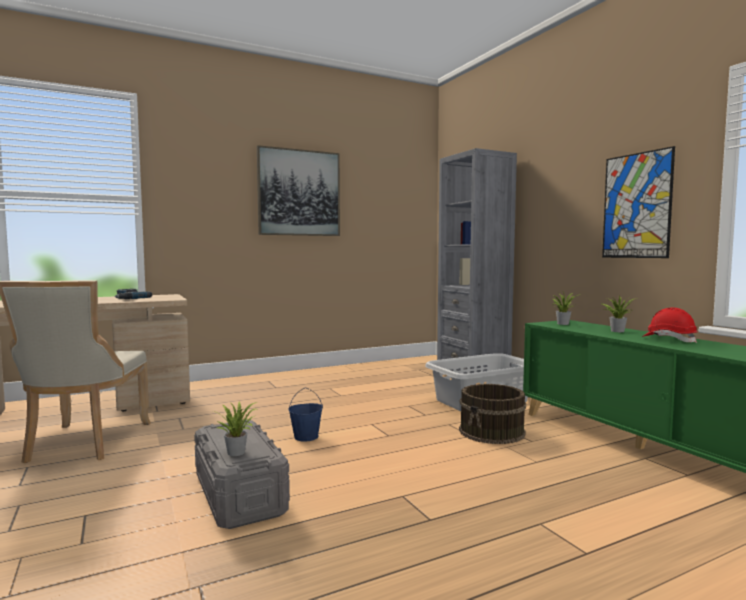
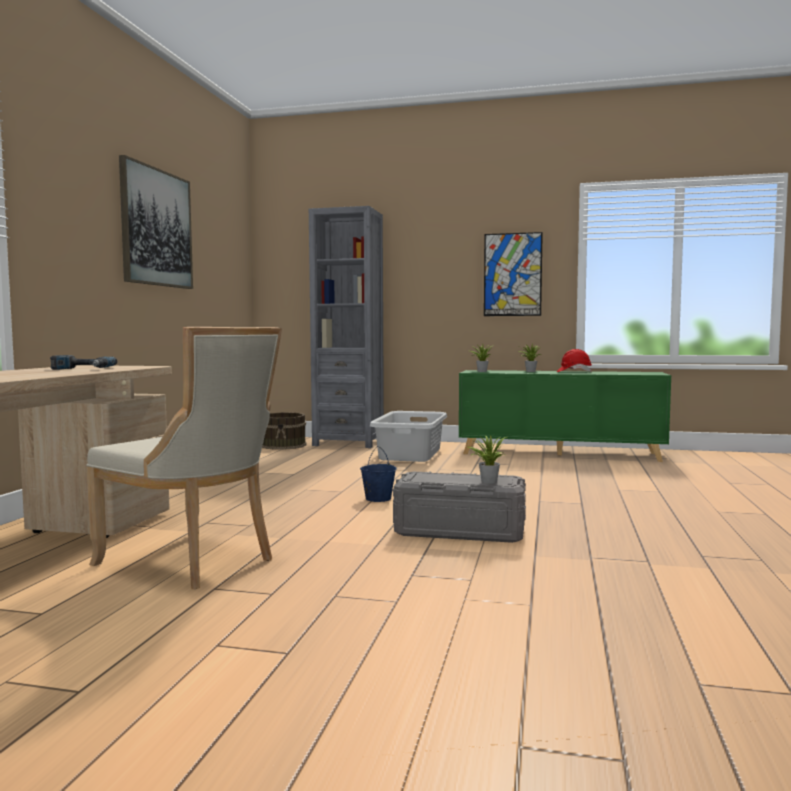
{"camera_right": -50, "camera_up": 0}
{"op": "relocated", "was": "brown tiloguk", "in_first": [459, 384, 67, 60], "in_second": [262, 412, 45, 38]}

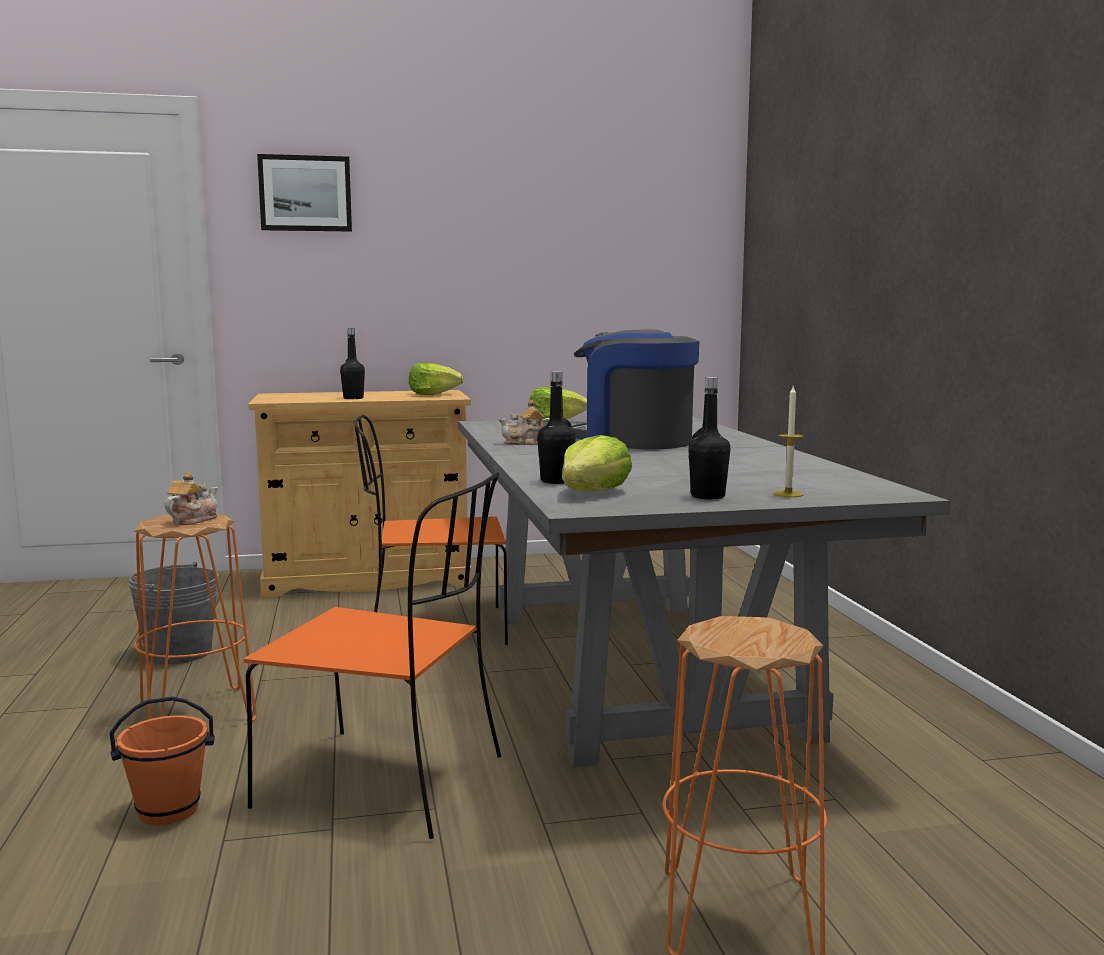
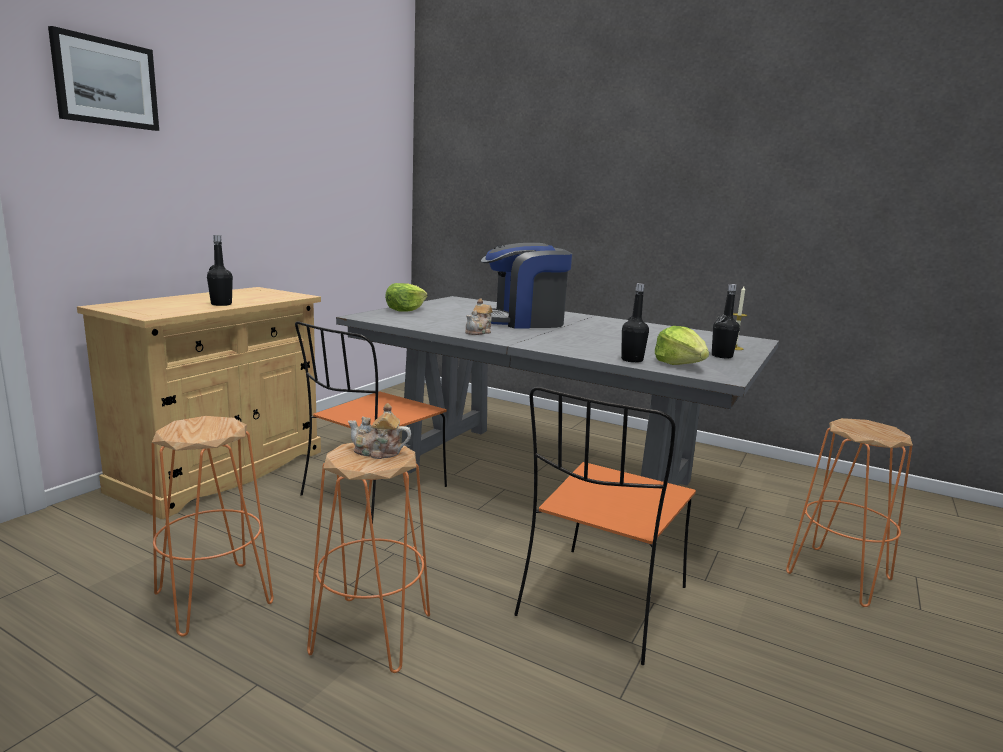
{"camera_right": -50, "camera_up": 5}
{"op": "missing", "was": "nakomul", "in_first": [409, 363, 54, 32]}
{"op": "spun", "was": "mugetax", "in_first": [164, 472, 54, 53], "in_second": [348, 403, 63, 56], "clockwise": -60}
{"op": "spun", "was": "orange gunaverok", "in_first": [244, 472, 257, 367], "in_second": [514, 387, 182, 278], "clockwise": 150}
{"op": "exchanged", "was": "grey tiloguk", "now": "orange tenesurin", "in_first": [128, 562, 91, 102], "in_second": [152, 416, 121, 221]}
{"op": "missing", "was": "orange tiloguk", "in_first": [109, 696, 106, 129]}

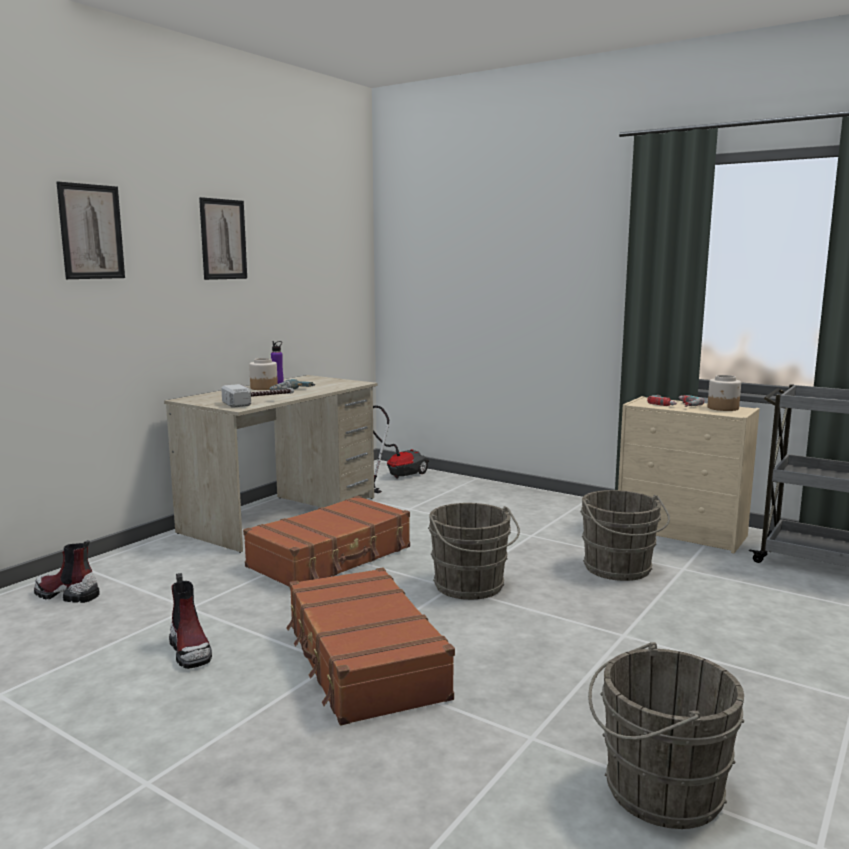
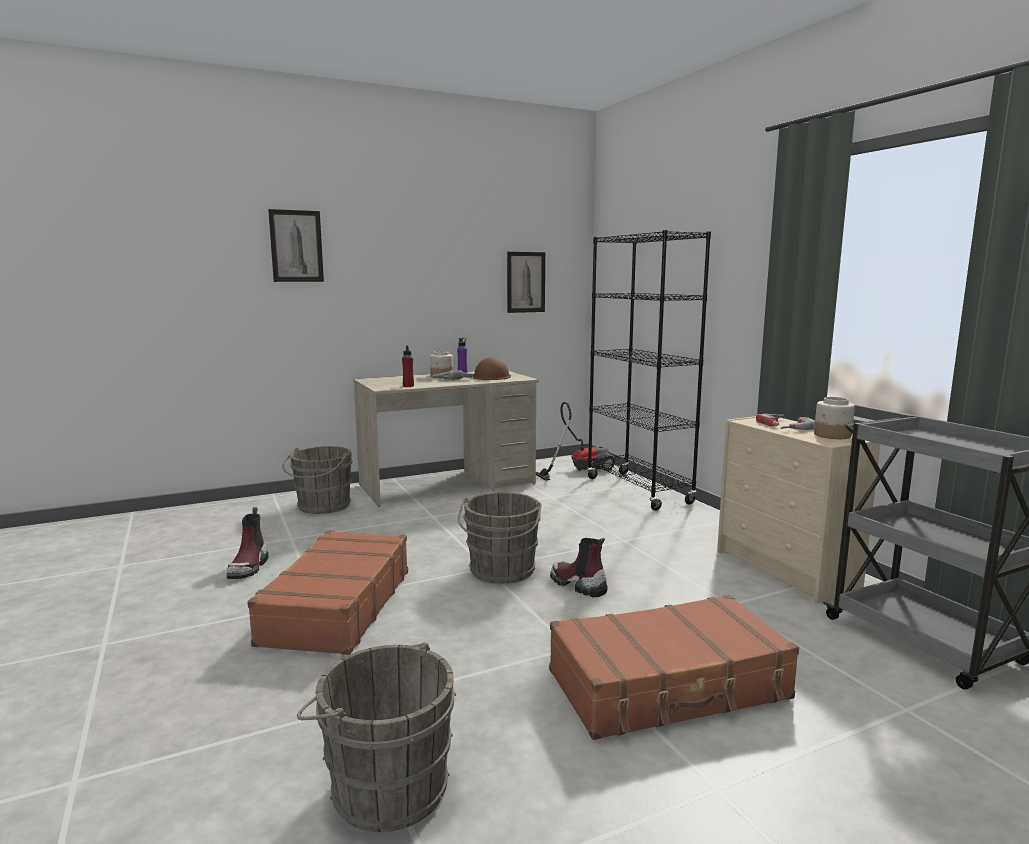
{"camera_right": 30, "camera_up": 0}
{"op": "relocated", "was": "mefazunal", "in_first": [199, 197, 48, 83], "in_second": [507, 252, 38, 61]}
{"op": "exchanged", "was": "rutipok", "now": "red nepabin", "in_first": [221, 384, 73, 24], "in_second": [402, 345, 12, 42]}
{"op": "relocated", "was": "grey tiloguk", "in_first": [580, 490, 90, 91], "in_second": [282, 446, 71, 68]}
{"op": "relocated", "was": "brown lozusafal", "in_first": [243, 496, 167, 90], "in_second": [549, 594, 250, 146]}
{"op": "relocated", "was": "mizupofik", "in_first": [34, 540, 66, 63], "in_second": [550, 538, 58, 59]}
{"op": "appeared", "now": "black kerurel", "in_second": [587, 230, 124, 281]}
{"op": "appeared", "now": "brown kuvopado", "in_second": [473, 357, 38, 23]}

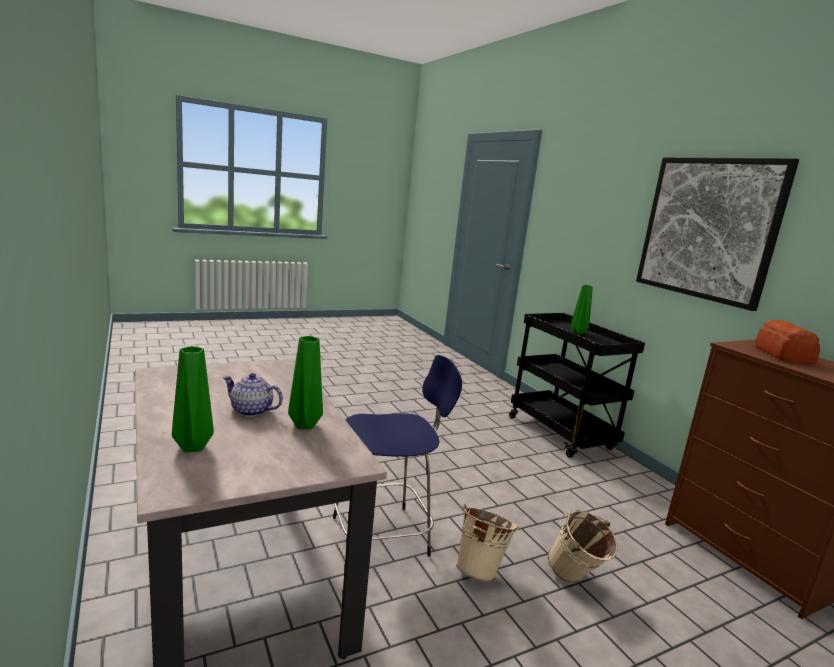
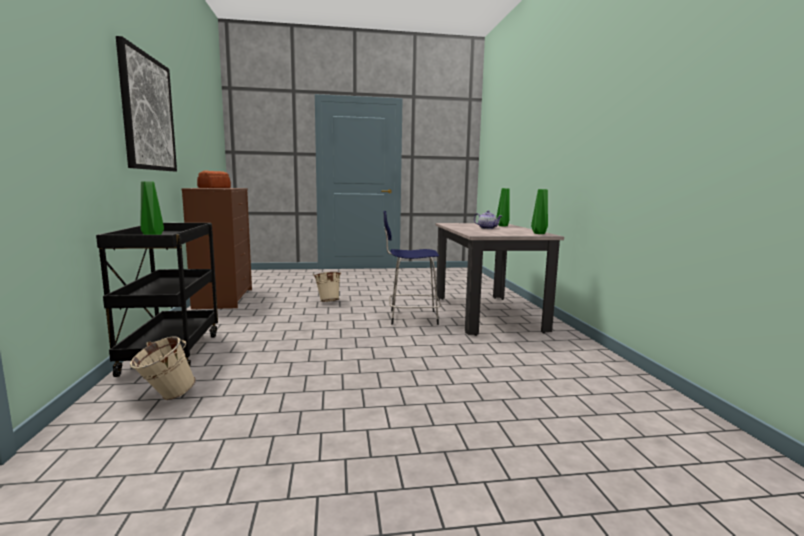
{"camera_right": -160, "camera_up": -5}
{"op": "relocated", "was": "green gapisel", "in_first": [288, 336, 35, 93], "in_second": [531, 189, 17, 45]}
{"op": "relocated", "was": "beige tiloguk", "in_first": [456, 504, 63, 78], "in_second": [130, 336, 66, 64]}

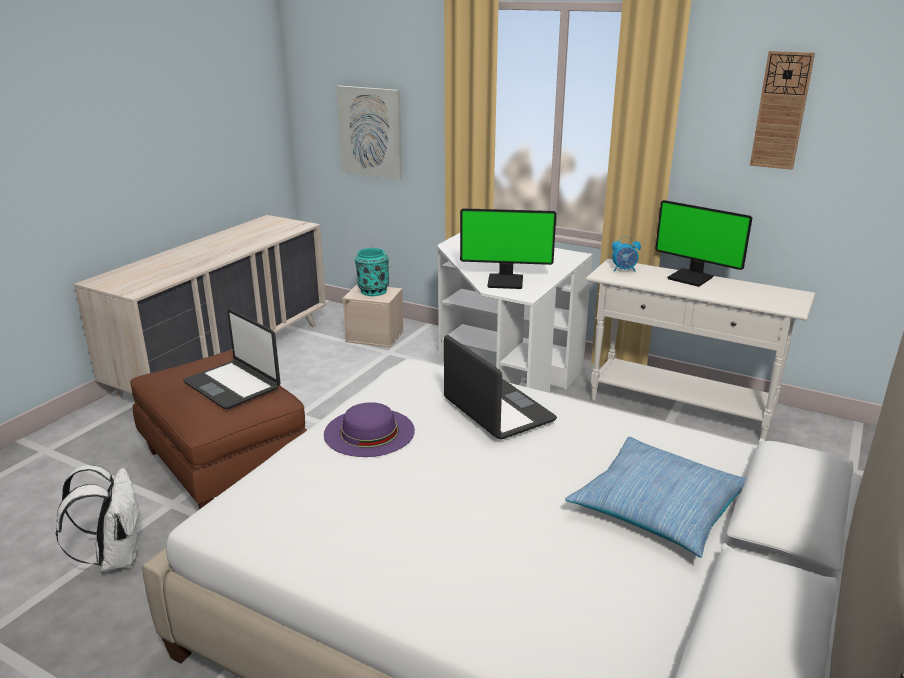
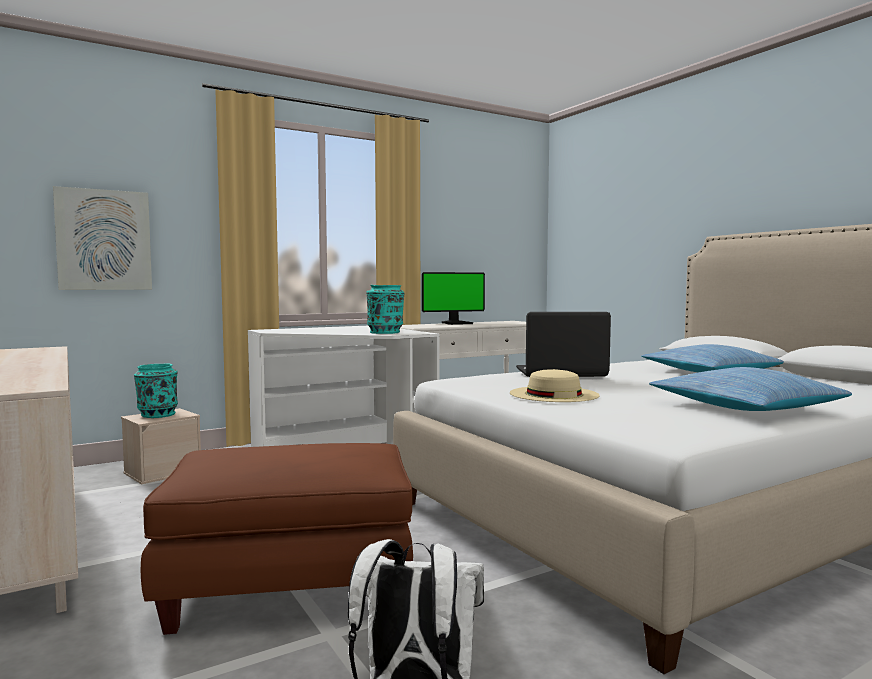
{"camera_right": -60, "camera_up": -20}
{"op": "missing", "was": "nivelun", "in_first": [750, 51, 65, 119]}
{"op": "exchanged", "was": "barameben", "now": "turquoise gapisel", "in_first": [460, 208, 96, 81], "in_second": [366, 285, 38, 49]}
{"op": "missing", "was": "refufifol", "in_first": [612, 236, 29, 35]}
{"op": "missing", "was": "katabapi", "in_first": [183, 309, 98, 100]}
{"op": "colour", "was": "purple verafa", "now": "beige verafa", "in_first": [324, 402, 91, 55], "in_second": [510, 369, 90, 33]}
{"op": "appeared", "now": "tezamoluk", "in_second": [649, 367, 203, 44]}

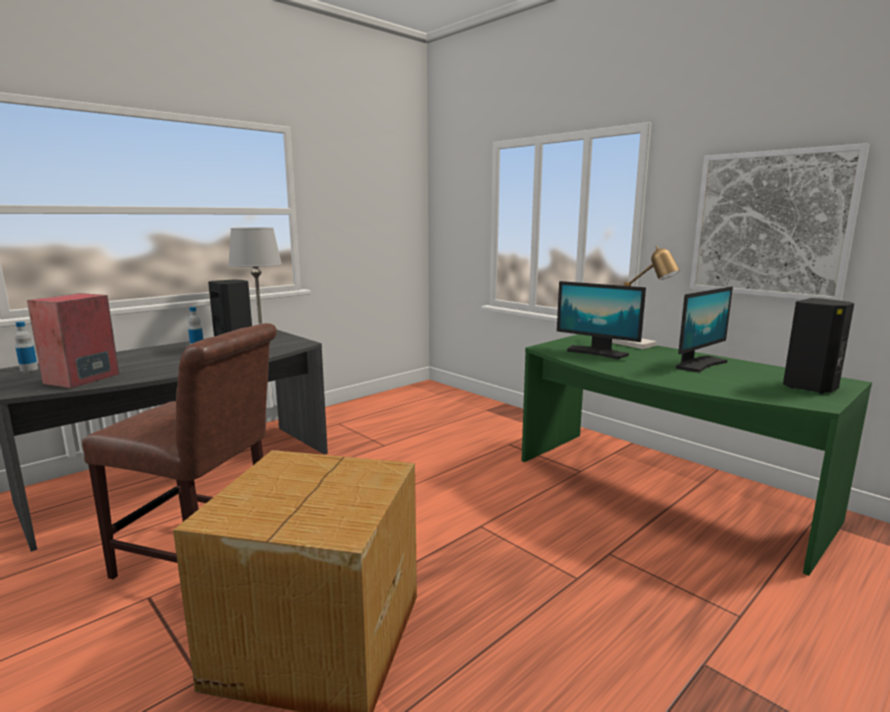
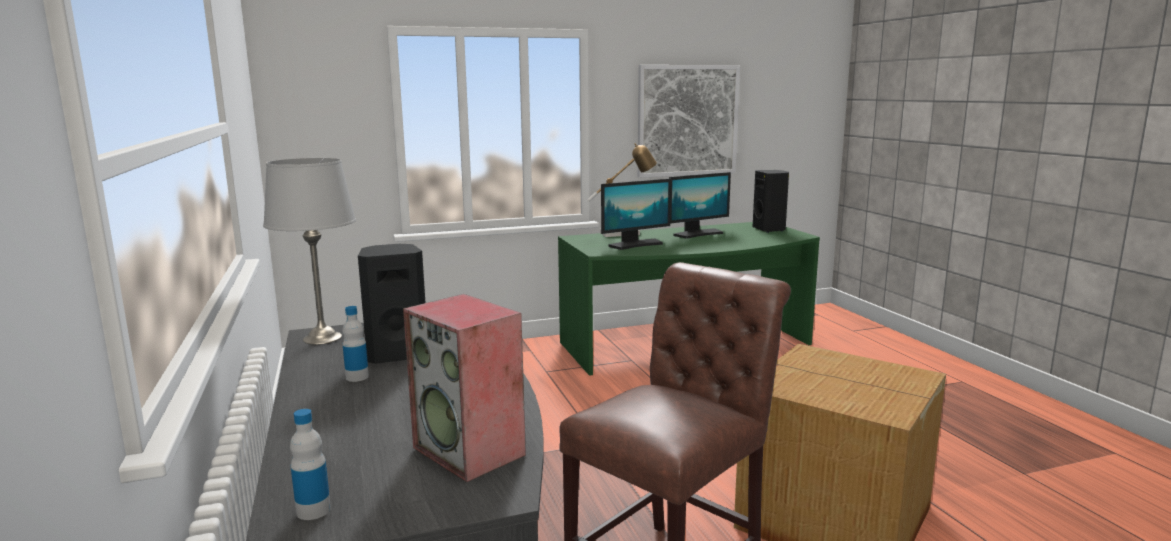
{"camera_right": -65, "camera_up": 0}
{"op": "spun", "was": "barameben", "in_first": [676, 286, 57, 87], "in_second": [669, 172, 62, 67], "clockwise": 75}

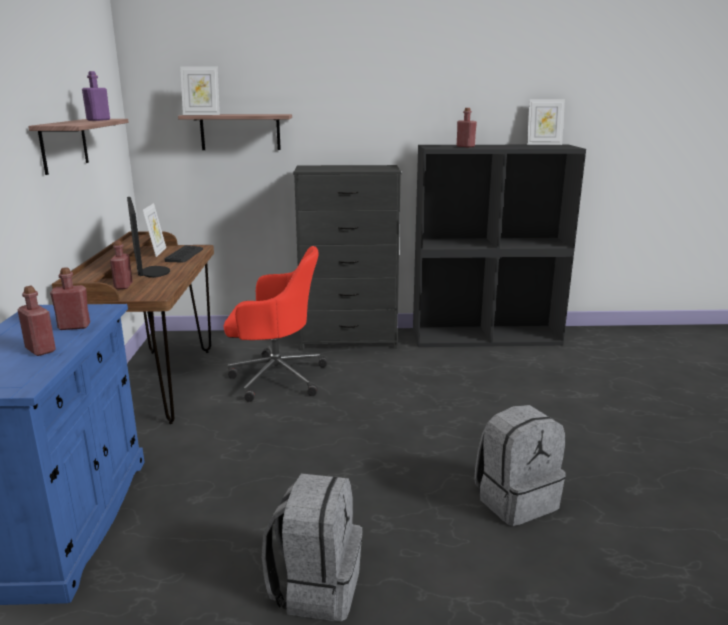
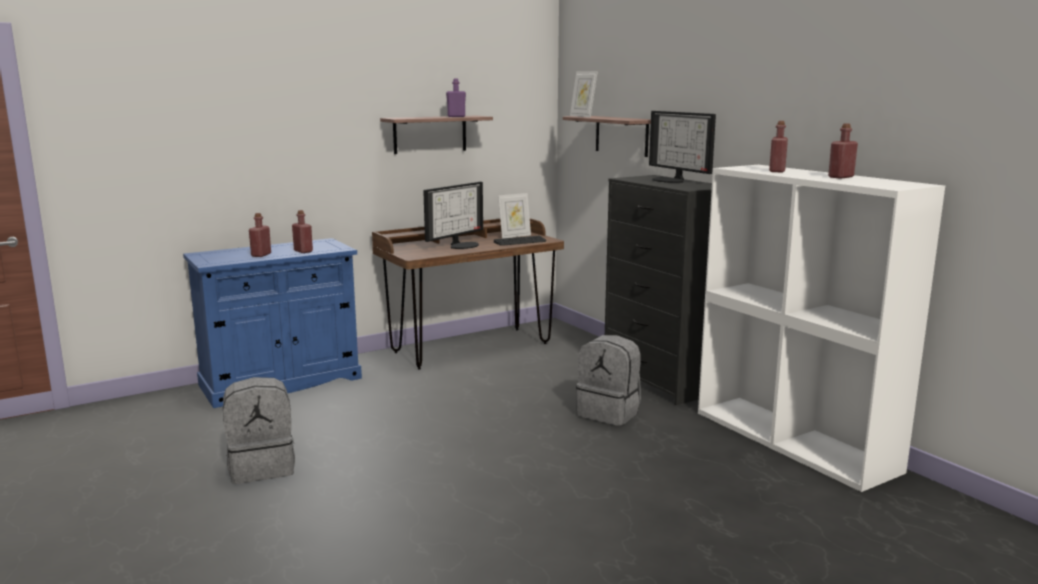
{"camera_right": 60, "camera_up": -5}
{"op": "missing", "was": "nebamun", "in_first": [527, 99, 38, 46]}
{"op": "colour", "was": "black kerurel", "now": "white kerurel", "in_first": [413, 144, 173, 203], "in_second": [698, 165, 247, 327]}
{"op": "relocated", "was": "red nepabin", "in_first": [110, 241, 23, 48], "in_second": [828, 123, 30, 56]}
{"op": "missing", "was": "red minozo", "in_first": [224, 246, 103, 156]}
{"op": "relocated", "was": "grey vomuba", "in_first": [474, 405, 92, 121], "in_second": [576, 335, 65, 91]}
{"op": "appeared", "now": "barameben", "in_second": [649, 111, 67, 72]}

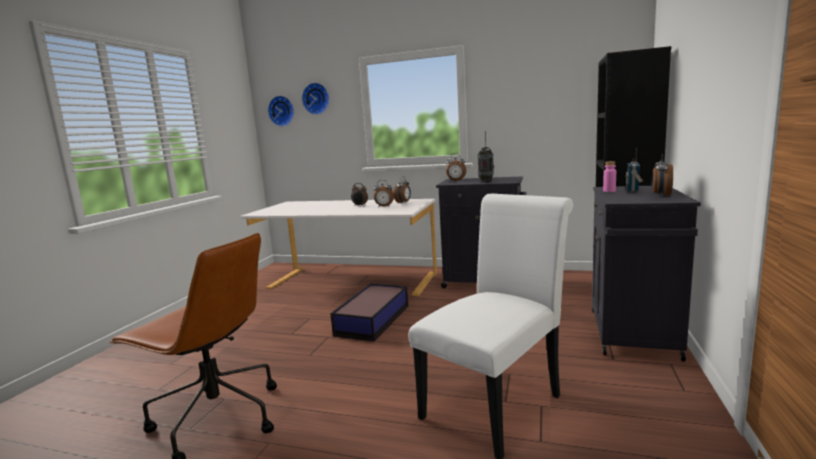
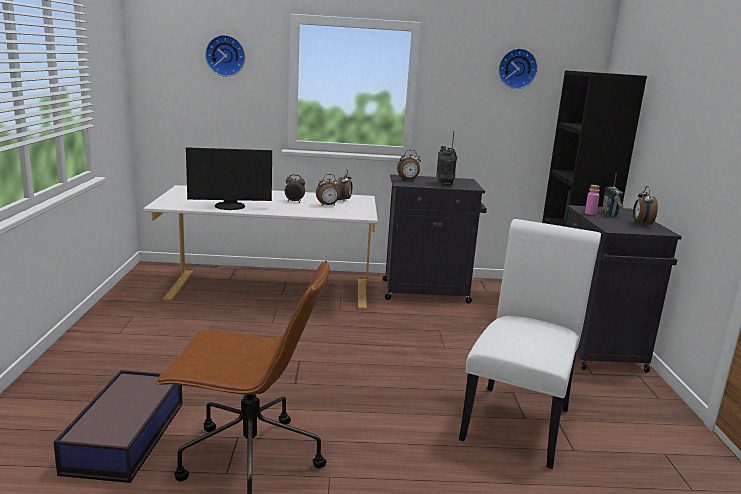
{"camera_right": -20, "camera_up": 5}
{"op": "relocated", "was": "nivelun", "in_first": [268, 96, 26, 31], "in_second": [499, 48, 39, 41]}
{"op": "relocated", "was": "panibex", "in_first": [330, 283, 79, 58], "in_second": [53, 370, 130, 113]}
{"op": "appeared", "now": "barameben", "in_second": [186, 147, 86, 63]}

